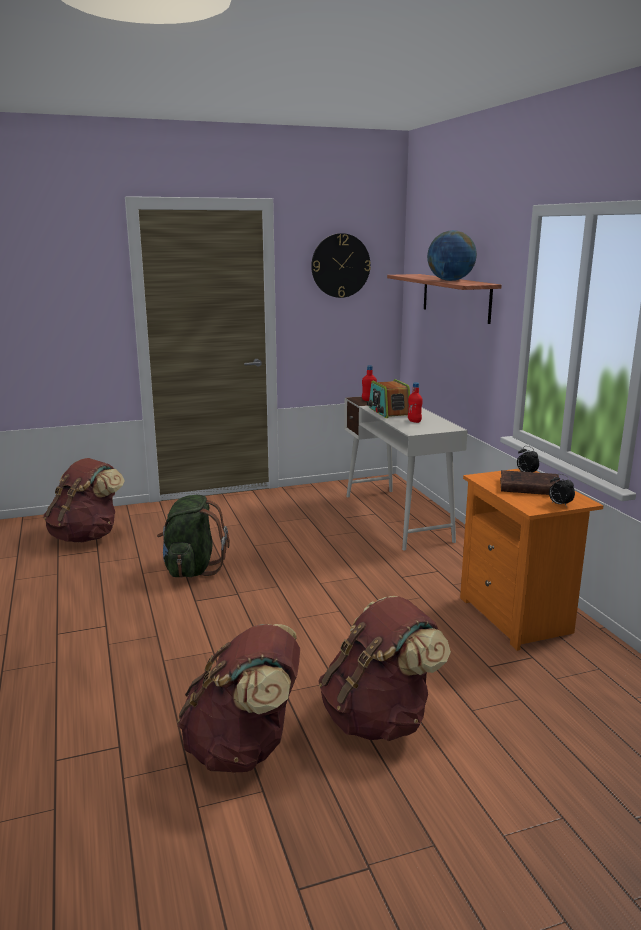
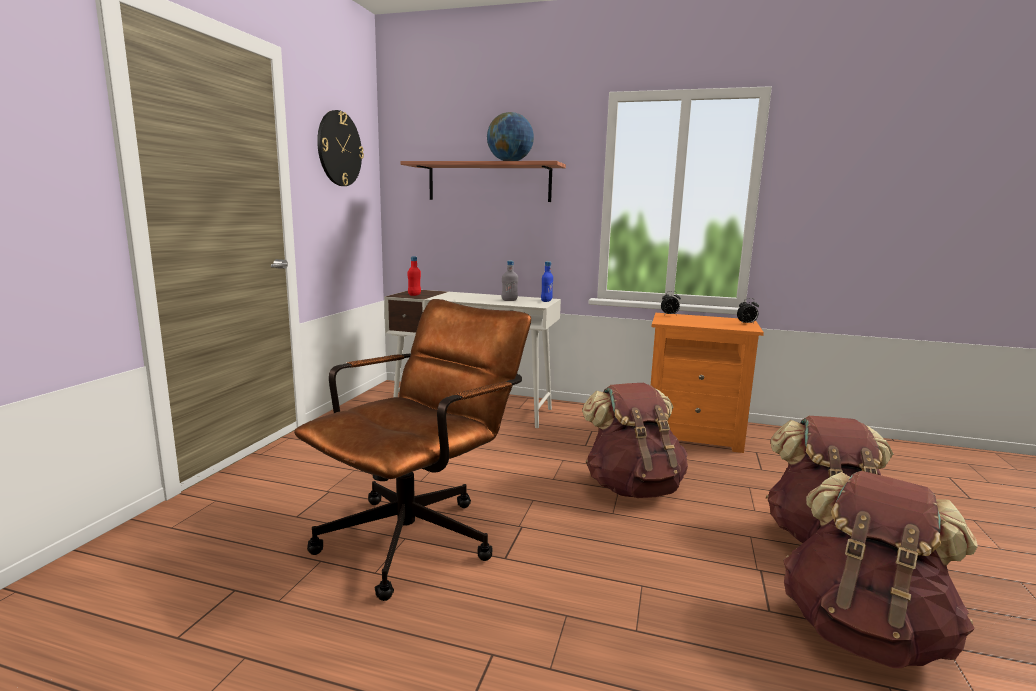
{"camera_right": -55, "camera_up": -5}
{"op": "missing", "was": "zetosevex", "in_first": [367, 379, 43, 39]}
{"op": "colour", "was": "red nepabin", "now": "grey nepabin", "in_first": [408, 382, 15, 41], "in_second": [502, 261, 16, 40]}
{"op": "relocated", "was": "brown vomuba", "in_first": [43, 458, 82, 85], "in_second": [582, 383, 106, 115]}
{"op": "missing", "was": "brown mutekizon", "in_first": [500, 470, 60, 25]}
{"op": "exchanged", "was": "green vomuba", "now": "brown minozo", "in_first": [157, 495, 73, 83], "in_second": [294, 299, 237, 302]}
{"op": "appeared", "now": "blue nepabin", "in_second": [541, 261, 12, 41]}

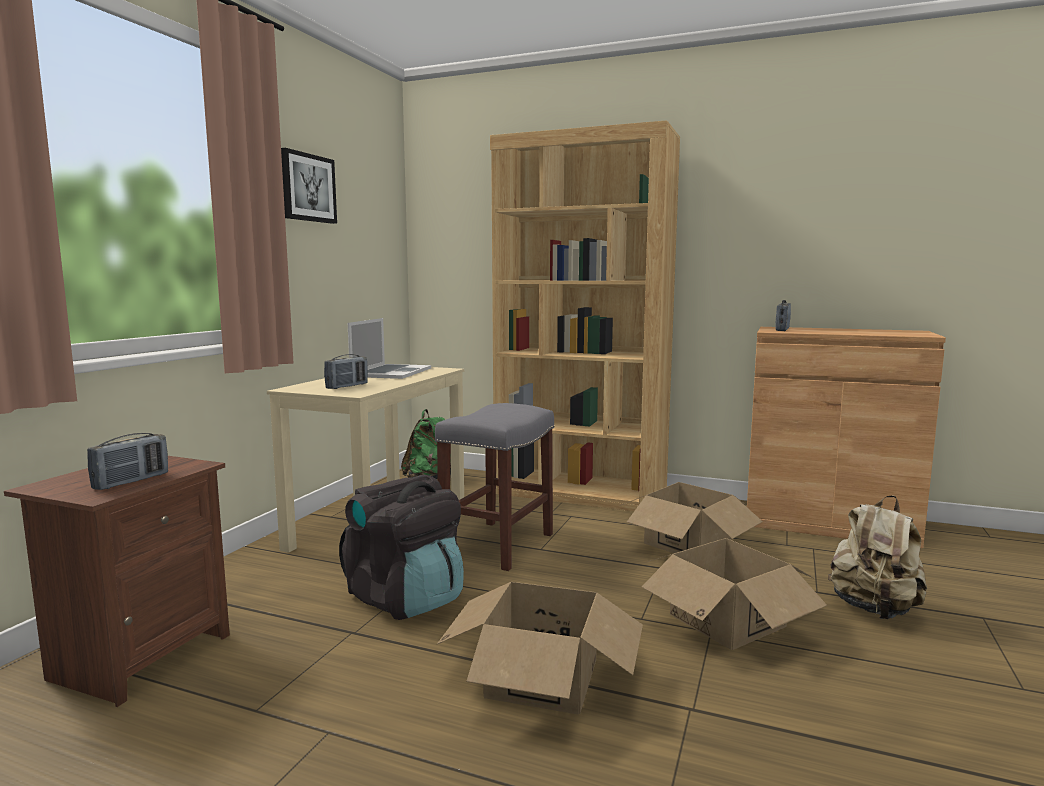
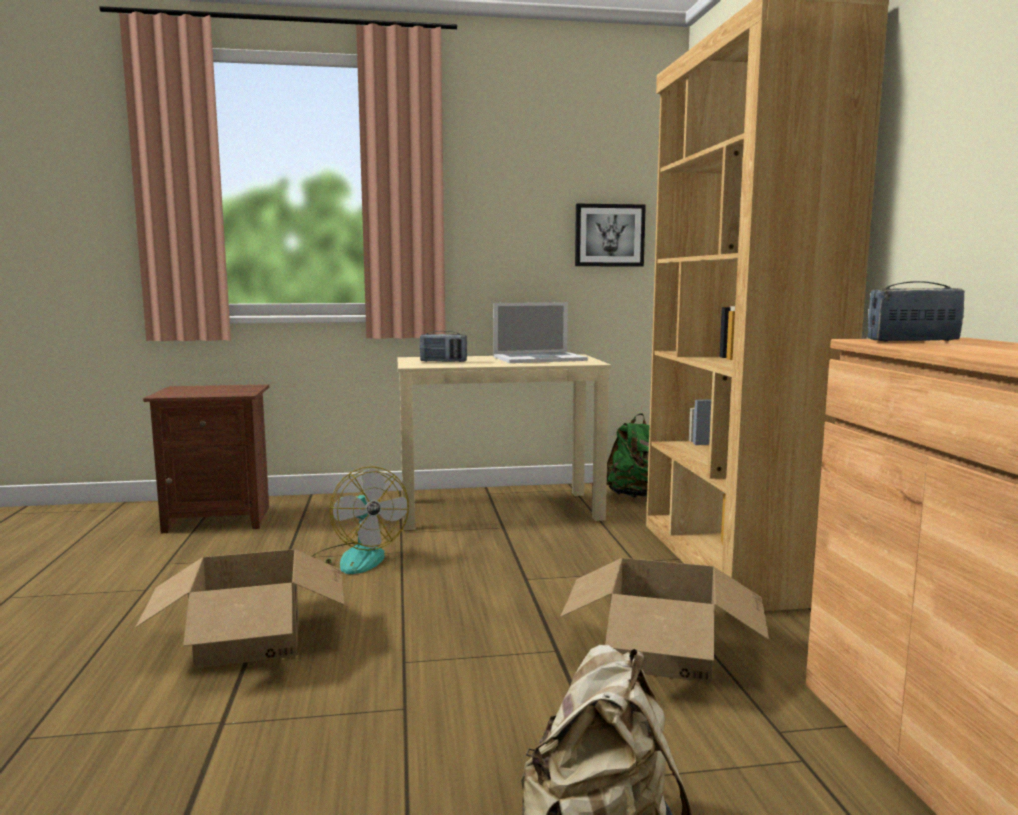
{"camera_right": 60, "camera_up": 0}
{"op": "relocated", "was": "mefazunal", "in_first": [281, 148, 56, 76], "in_second": [575, 204, 71, 62]}
{"op": "missing", "was": "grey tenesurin", "in_first": [435, 403, 120, 168]}
{"op": "missing", "was": "zetosevex", "in_first": [87, 433, 81, 57]}
{"op": "exchanged", "was": "black vomuba", "now": "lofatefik", "in_first": [339, 475, 125, 145], "in_second": [311, 466, 98, 108]}
{"op": "missing", "was": "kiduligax", "in_first": [642, 538, 185, 112]}

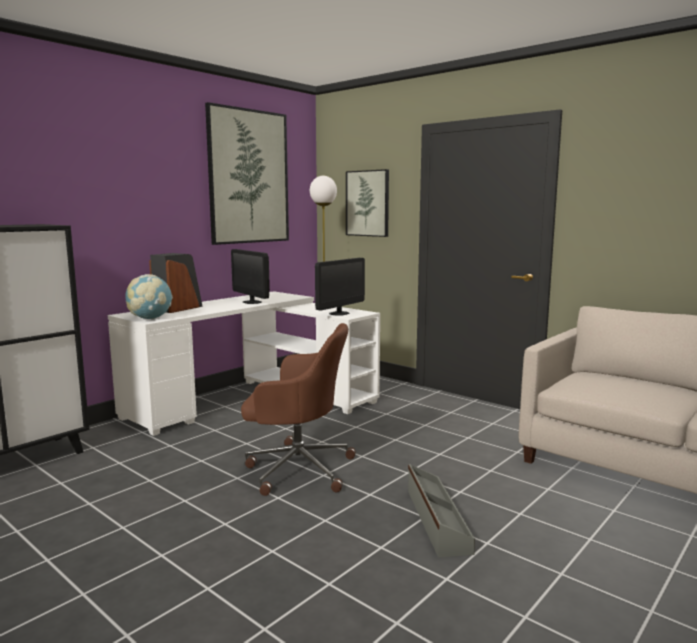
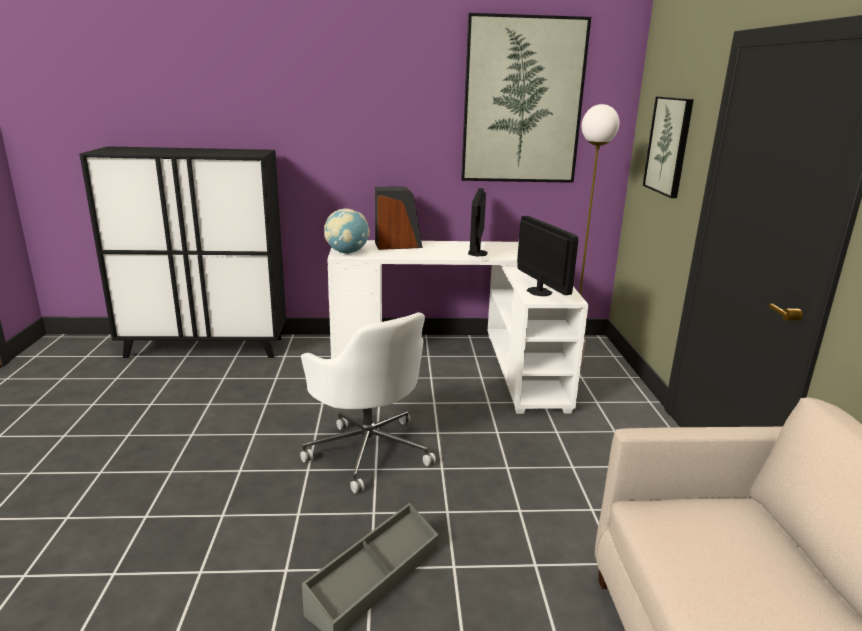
{"camera_right": 45, "camera_up": 10}
{"op": "spun", "was": "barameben", "in_first": [315, 258, 50, 58], "in_second": [517, 216, 61, 80], "clockwise": -105}
{"op": "colour", "was": "brown minozo", "now": "white minozo", "in_first": [241, 323, 115, 173], "in_second": [300, 312, 136, 181]}

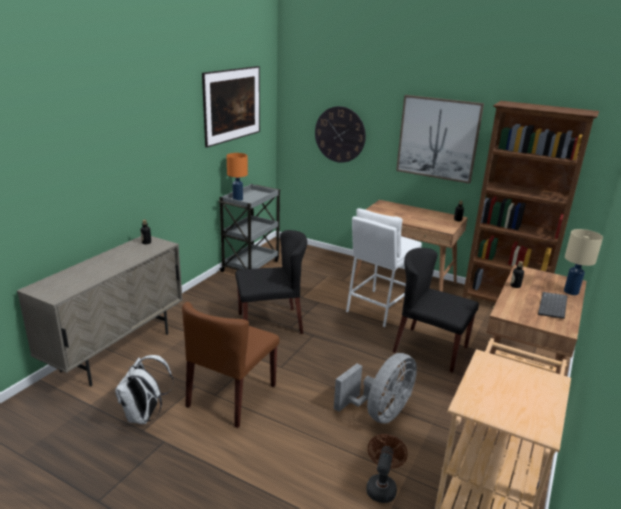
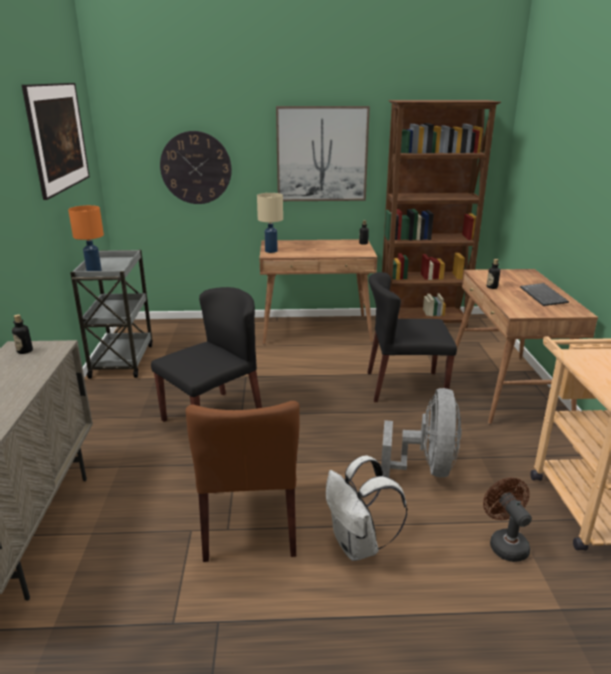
{"camera_right": -30, "camera_up": 0}
{"op": "missing", "was": "white tenesurin", "in_first": [346, 208, 76, 119]}
{"op": "relocated", "was": "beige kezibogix", "in_first": [564, 229, 39, 66], "in_second": [257, 193, 26, 60]}
{"op": "relocated", "was": "white vomuba", "in_first": [115, 355, 59, 69], "in_second": [326, 455, 81, 106]}

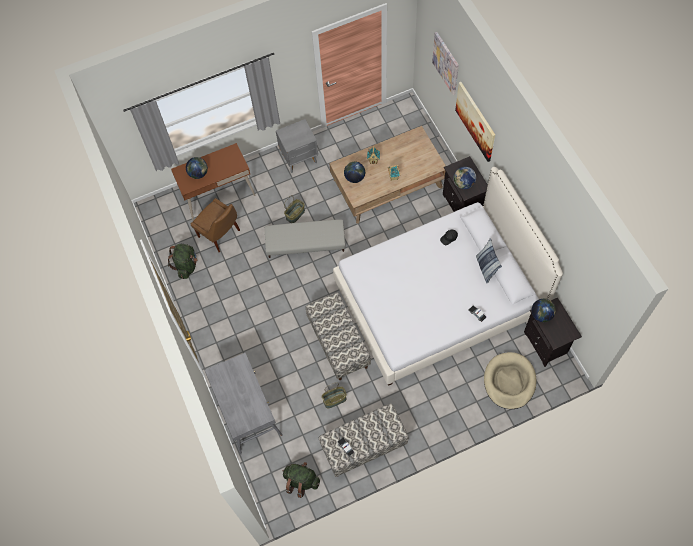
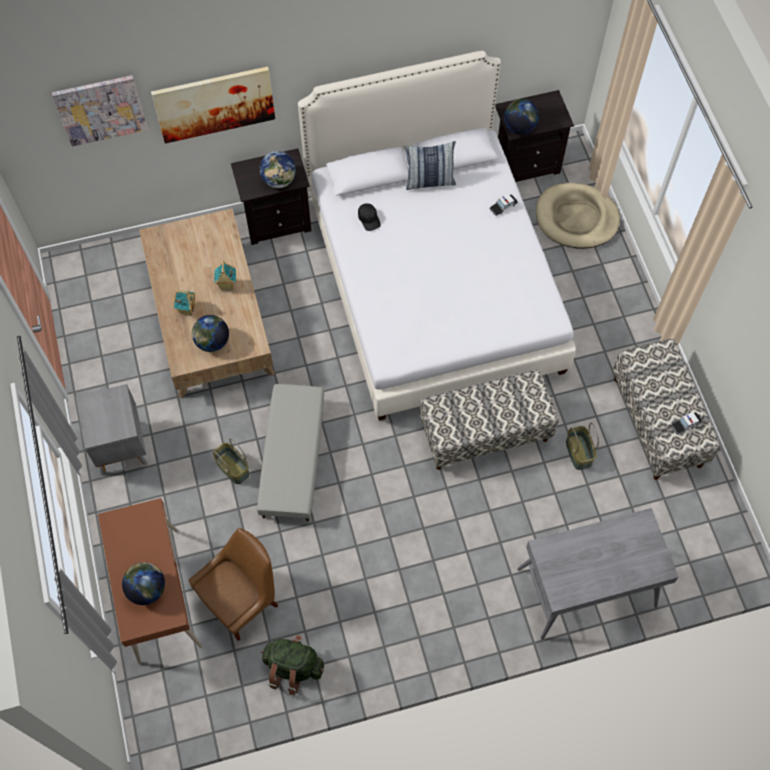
{"camera_right": -85, "camera_up": 0}
{"op": "missing", "was": "green vomuba", "in_first": [283, 462, 37, 36]}

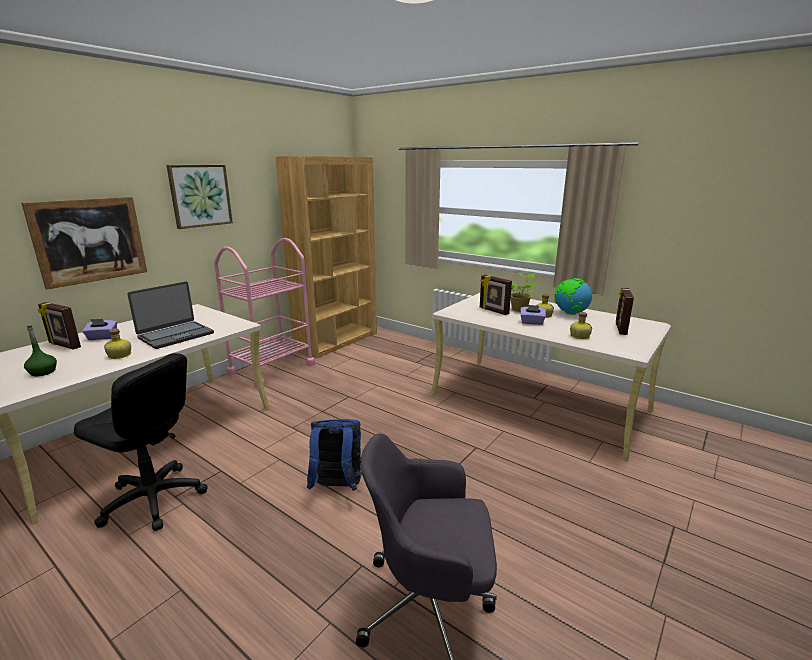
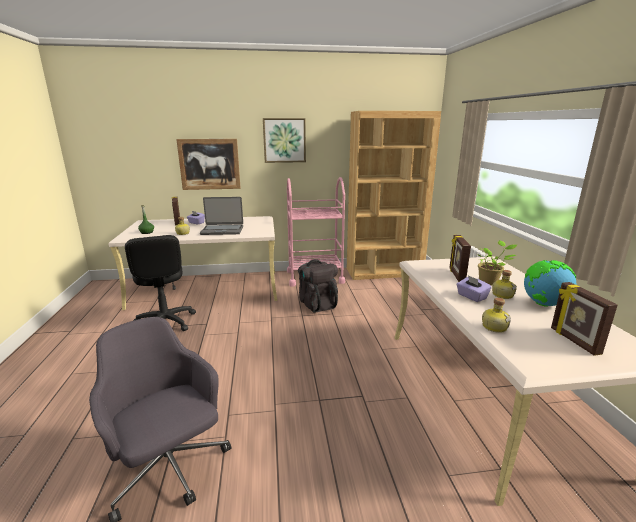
{"camera_right": 45, "camera_up": 0}
{"op": "spun", "was": "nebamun", "in_first": [616, 288, 18, 47], "in_second": [551, 282, 67, 74], "clockwise": -75}
{"op": "missing", "was": "blue vomuba", "in_first": [307, 419, 55, 72]}
{"op": "appeared", "now": "black vomuba", "in_second": [298, 259, 40, 53]}

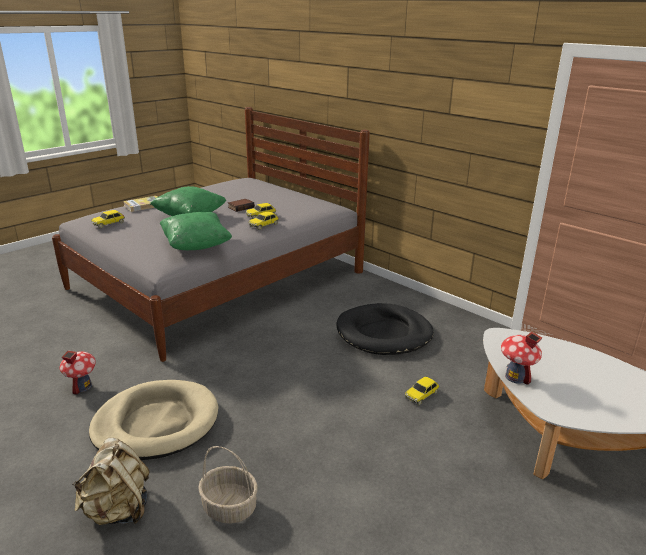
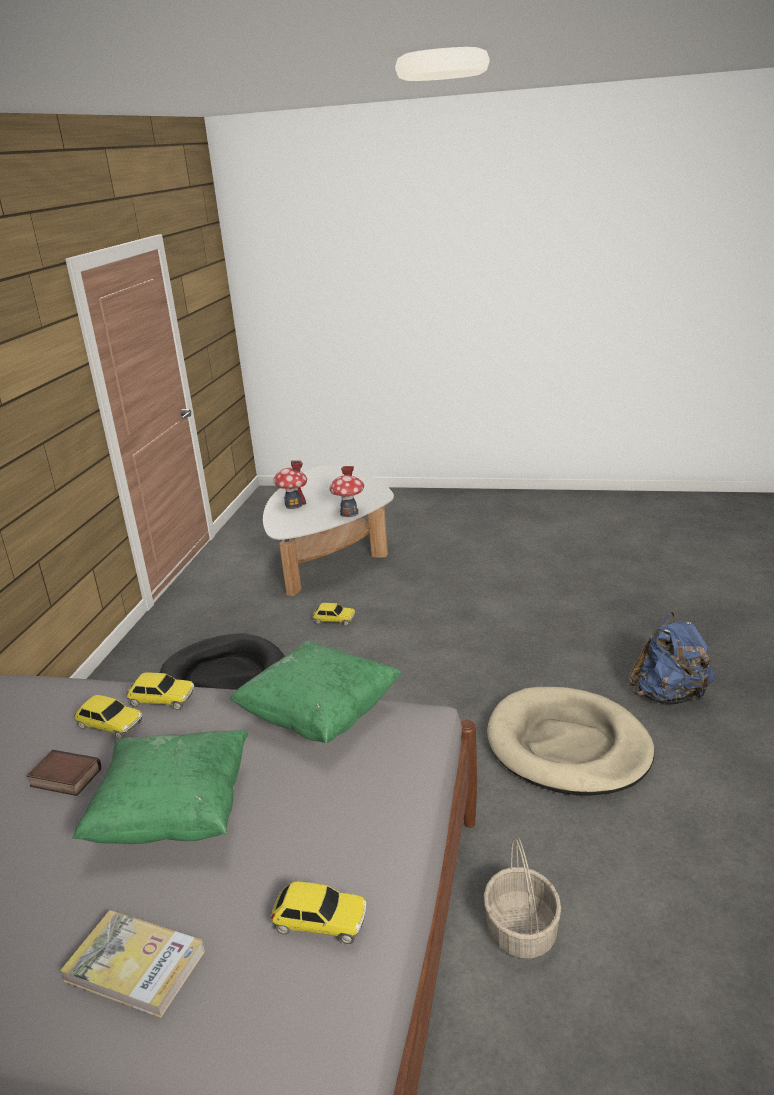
{"camera_right": -120, "camera_up": 0}
{"op": "relocated", "was": "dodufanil", "in_first": [59, 351, 37, 44], "in_second": [273, 460, 34, 49]}
{"op": "colour", "was": "beige vomuba", "now": "blue vomuba", "in_first": [72, 438, 78, 87], "in_second": [629, 612, 85, 92]}
{"op": "relocated", "was": "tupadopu", "in_first": [198, 446, 60, 78], "in_second": [484, 837, 77, 122]}

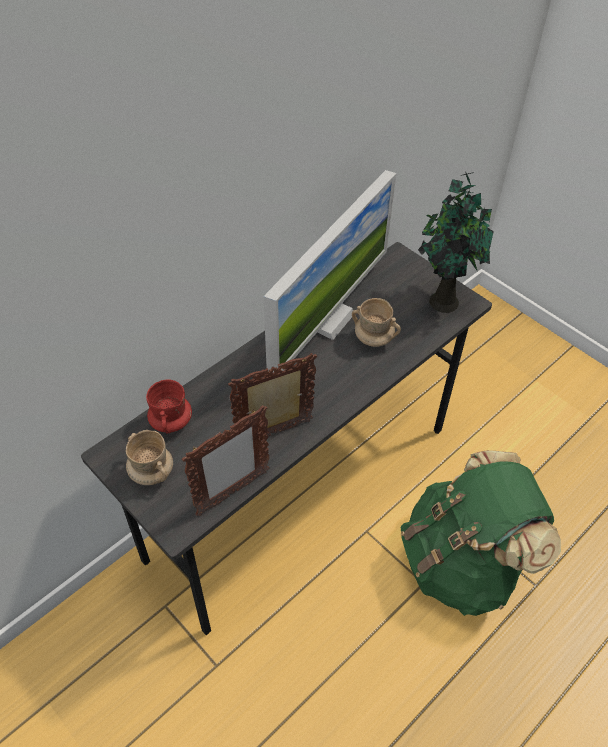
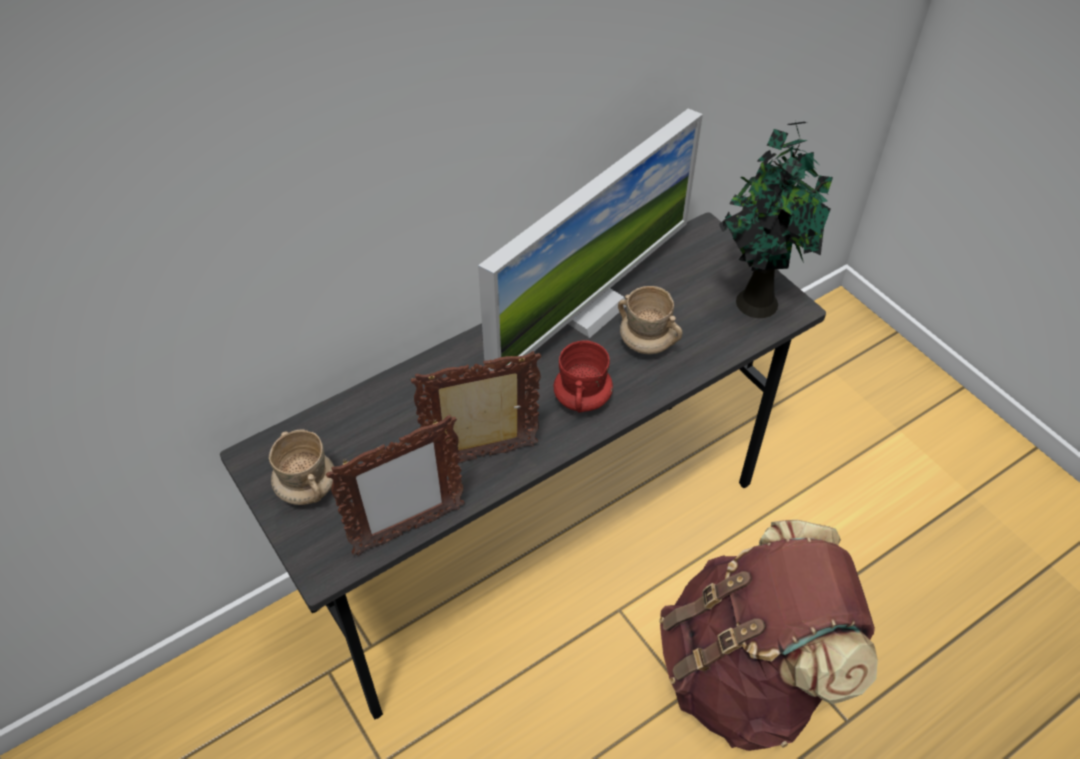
{"camera_right": 10, "camera_up": 0}
{"op": "relocated", "was": "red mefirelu", "in_first": [146, 379, 46, 55], "in_second": [554, 340, 59, 72]}
{"op": "colour", "was": "green vomuba", "now": "brown vomuba", "in_first": [401, 450, 160, 166], "in_second": [659, 520, 219, 231]}

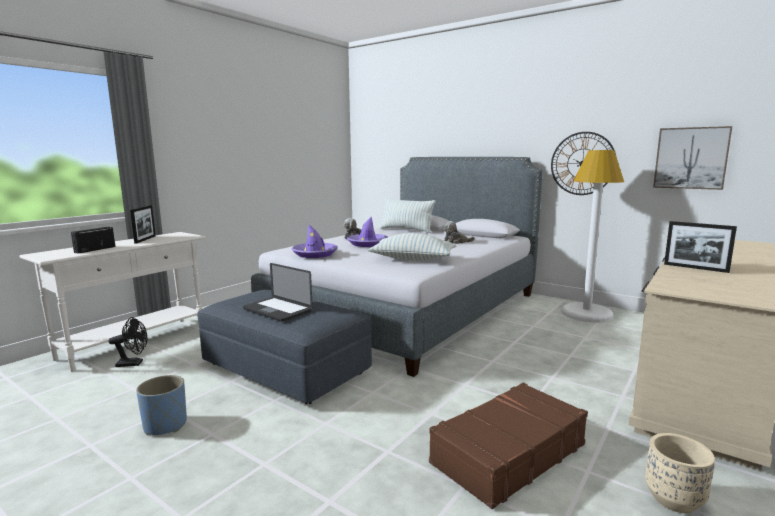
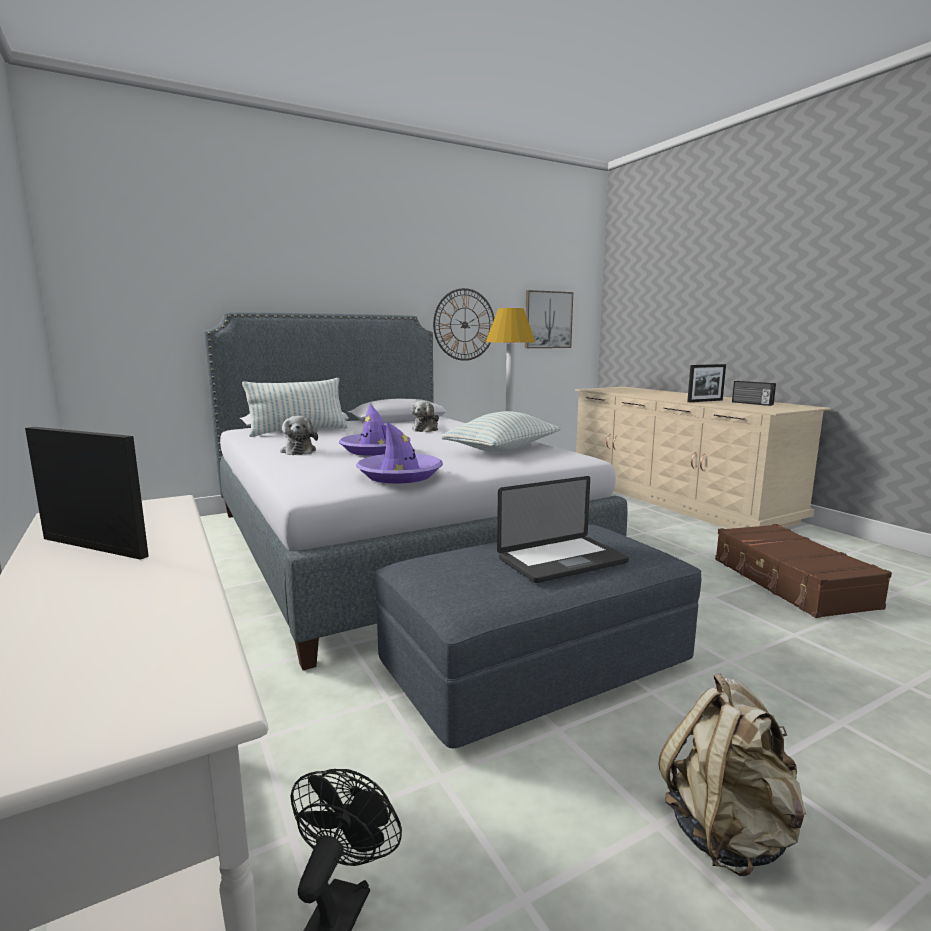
{"camera_right": -65, "camera_up": 0}
{"op": "relocated", "was": "zetosevex", "in_first": [71, 227, 44, 27], "in_second": [732, 381, 44, 25]}
{"op": "exchanged", "was": "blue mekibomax", "now": "beige vomuba", "in_first": [136, 375, 51, 60], "in_second": [658, 673, 148, 203]}
{"op": "missing", "was": "beige mekibomax", "in_first": [645, 433, 70, 80]}

